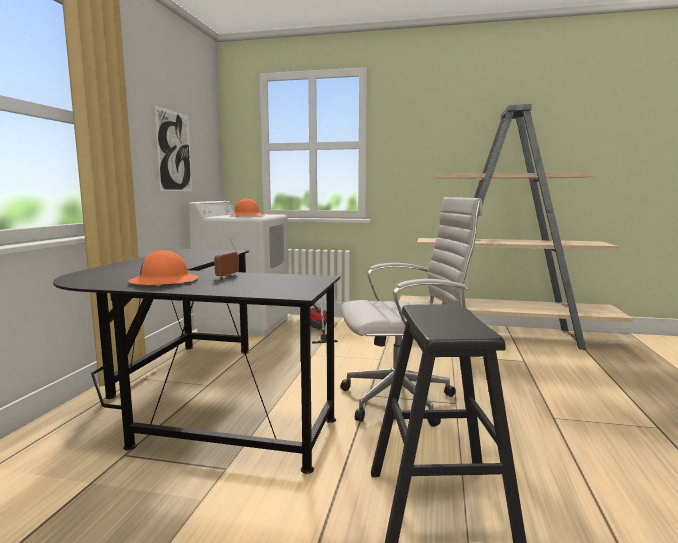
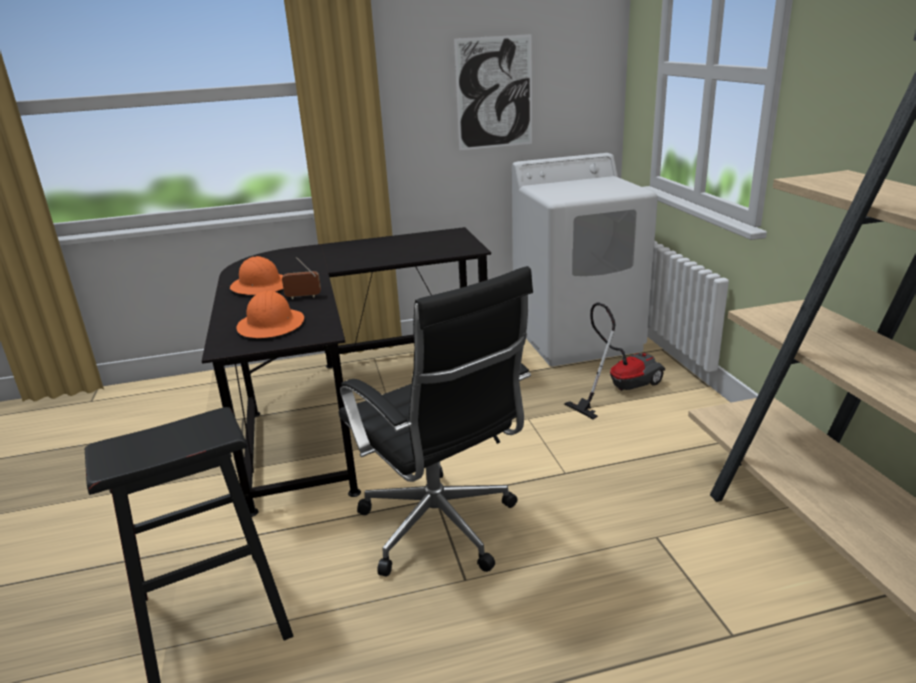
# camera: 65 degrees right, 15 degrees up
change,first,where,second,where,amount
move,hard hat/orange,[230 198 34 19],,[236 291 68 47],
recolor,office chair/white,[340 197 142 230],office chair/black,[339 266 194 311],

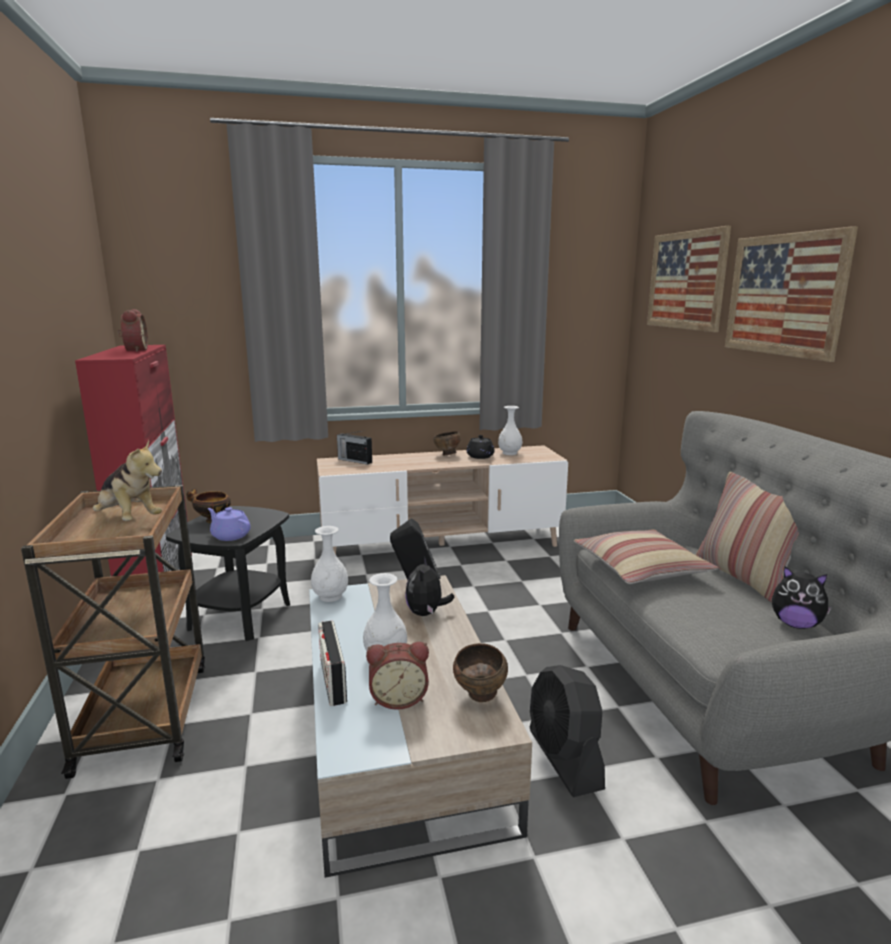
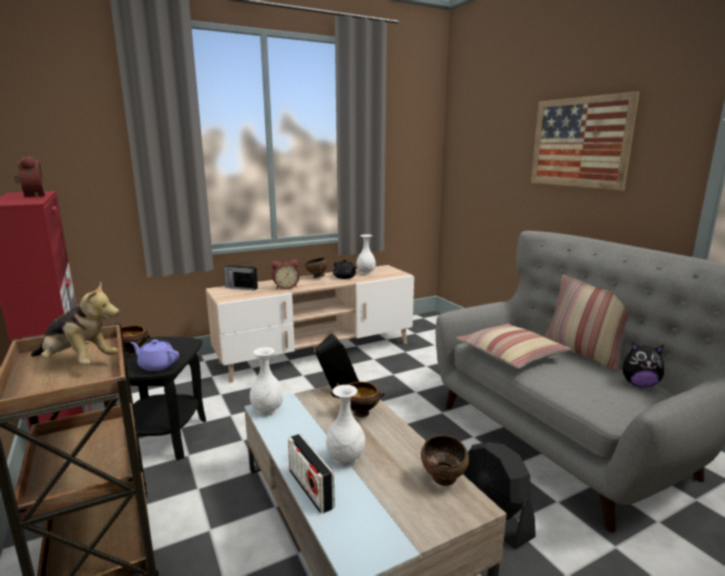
# camera: 15 degrees left, 0 degrees up
change,first,where,second,where,amount
delete,picture,[647 226 84 106],,,
move,alarm clock,[366 642 63 68],,[271 259 28 30],
replace,plush toy,[405 556 50 60],bowl,[331 382 54 36],

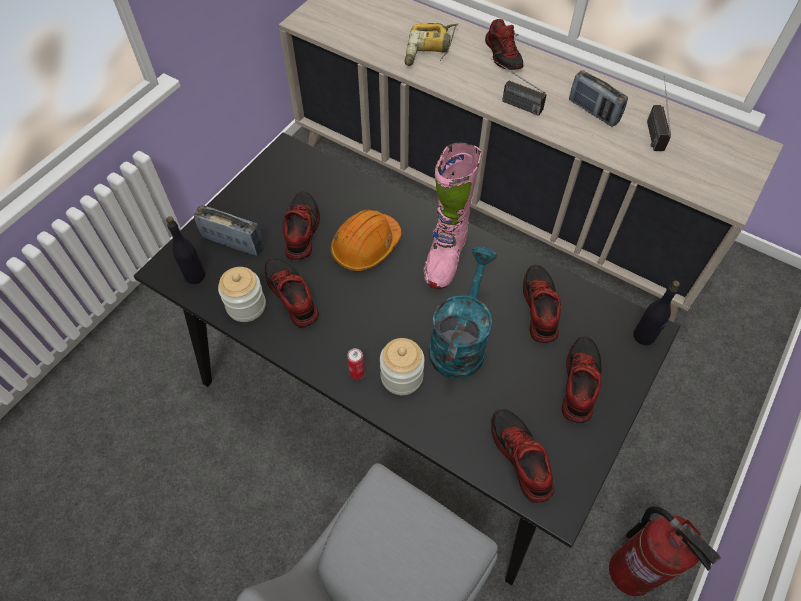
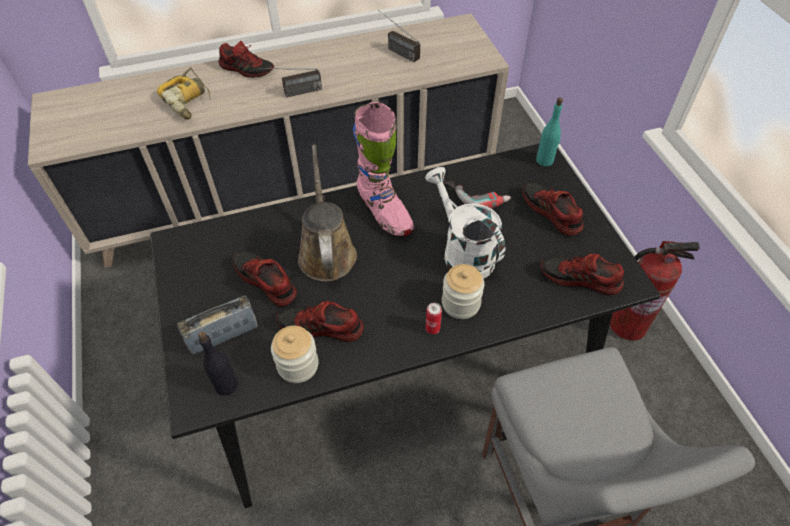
# camera: 50 degrees left, 5 degrees down
change,first,where,second,where,amount
delete,radio,[569 70 59 57],,,
replace,hard hat/orange,[331 209 71 62],watering can/brown,[298 145 59 137],
replace,shoe,[523 264 38 79],power drill,[443 180 68 28],
recolor,watering can/turquoise,[429 247 68 132],watering can/white,[425 167 80 112],
recolor,bottle/black,[633 281 47 64],bottle/turquoise,[536 97 27 69],

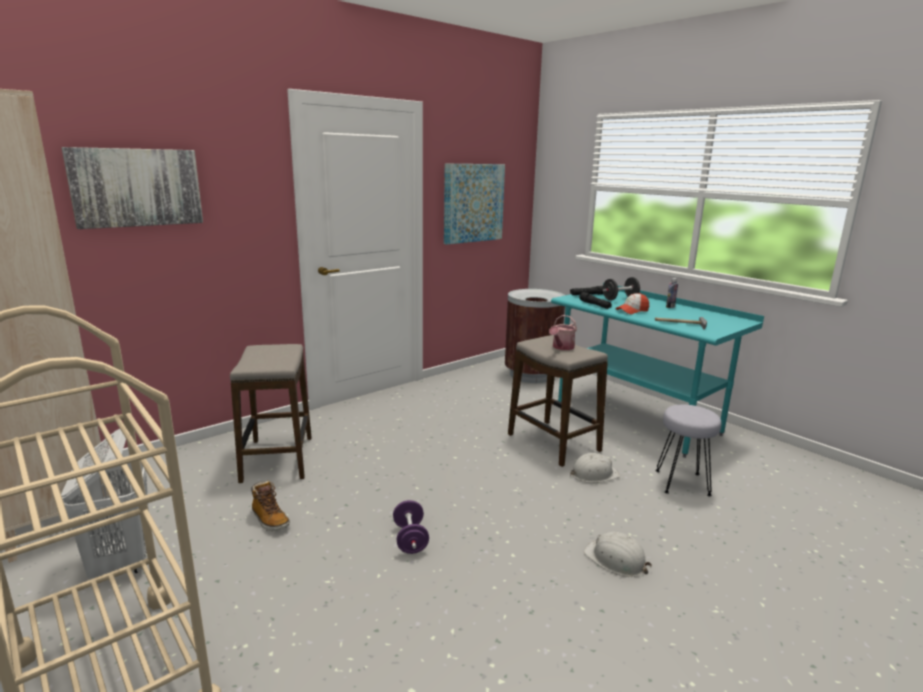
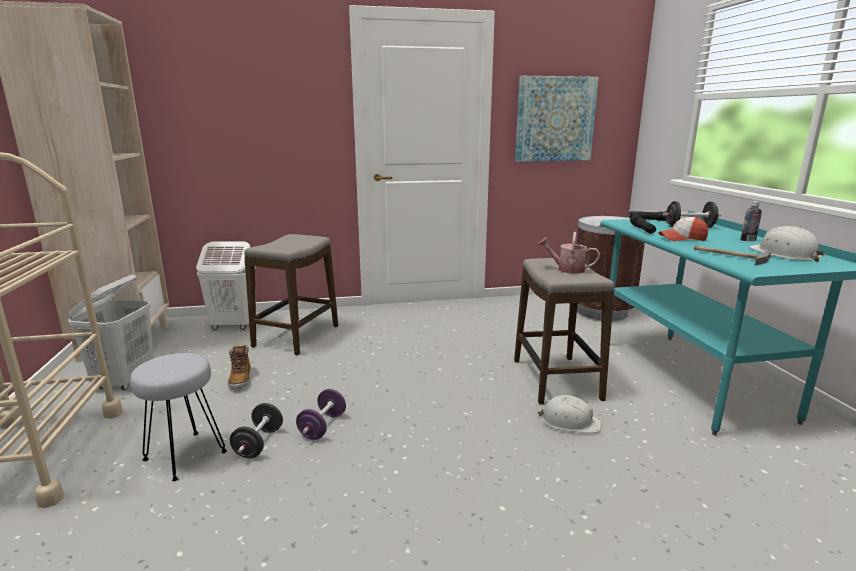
# camera: 30 degrees right, 0 degrees up
change,first,where,second,where,amount
delete,picture,[62 147 141 82],,,
insert,,,laundry basket/white,[196 241 60 89],
insert,,,dumbbell/black,[230 403 53 55],
move,hard hat/white,[584 532 68 45],,[749 226 76 36],
move,stool/grey,[656 405 65 91],,[130 353 97 128],
rotate,watering can,[549 315 28 35],,[537 232 63 42],45 degrees clockwise

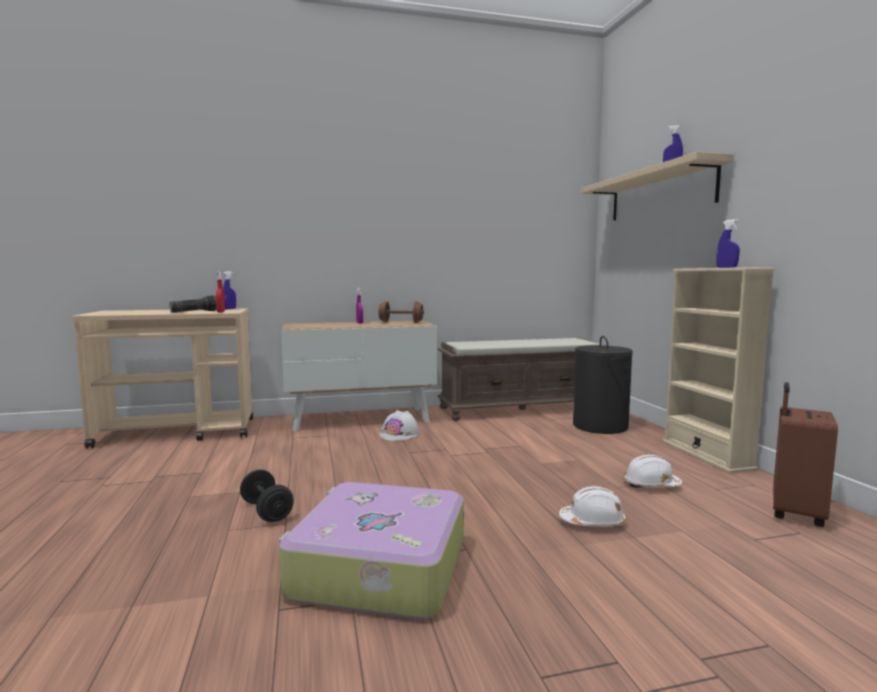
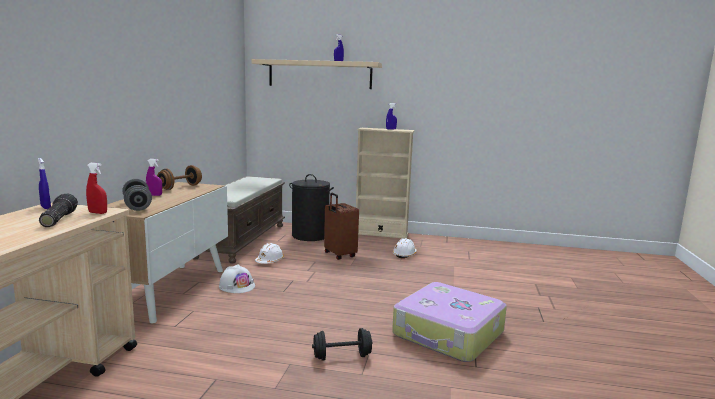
# camera: 65 degrees left, 5 degrees up
change,first,where,second,where,amount
insert,,,dumbbell/grey,[122 179 30 32],
move,hard hat/white,[559 486 68 41],,[255 243 29 21],
move,suitcase/brown,[773 382 65 145],,[324 193 35 67],

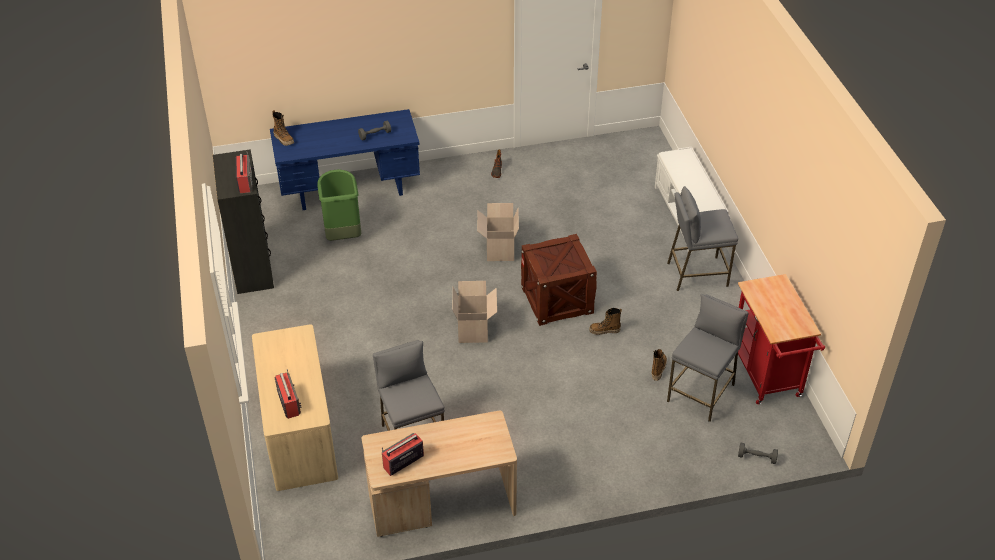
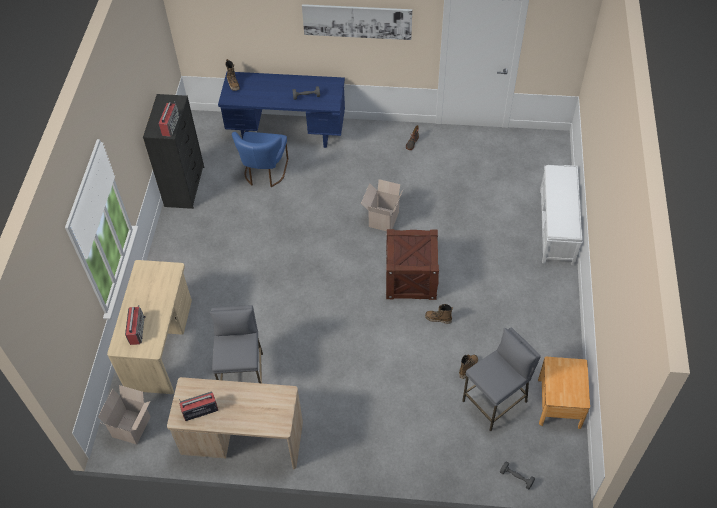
# camera: 20 degrees right, 10 degrees up
change,first,where,second,where,amount
delete,stool/grey,[667 186 71 105],,,
insert,,,picture,[302 4 110 36],
move,cardboard box,[453 281 44 62],,[98 385 53 59],
replace,trash can/green,[317 169 44 72],chair/blue,[232 132 56 55],
replace,cart/red,[738 274 87 131],nightstand/brown,[538 357 52 72],

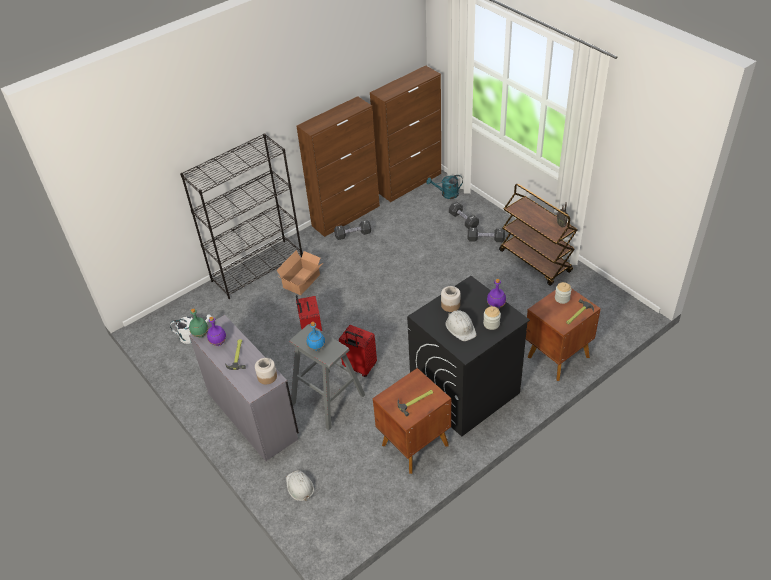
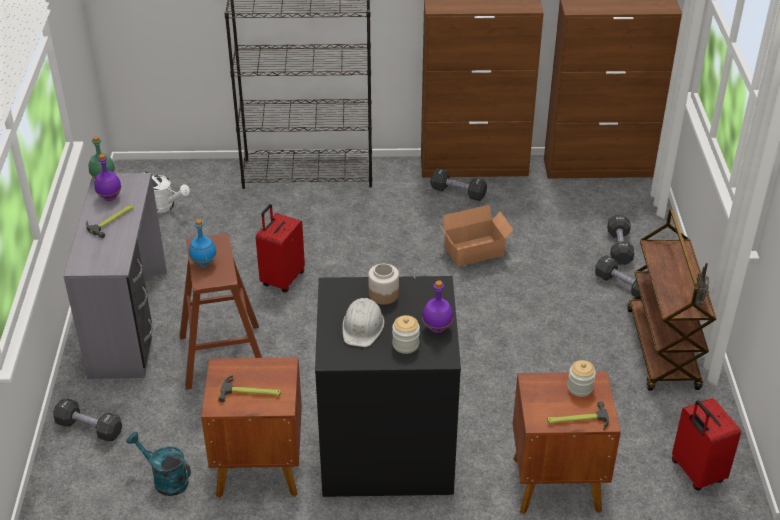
# camera: 35 degrees right, 5 degrees down
change,first,where,second,where,amount
delete,jar,[255 358 22 26],,,
move,cardboard box,[277 250 46 45],,[440 205 73 62],
move,suitcase/red,[339 325 38 52],,[672 398 69 93],
move,watering can/turquoise,[427 175 36 24],,[126 432 65 64],
replace,hard hat/white,[286 470 28 31],dumbbell/black,[53 399 69 42],
recolor,stool/grey,[289 324 76 106],stool/brown,[179 234 83 156],

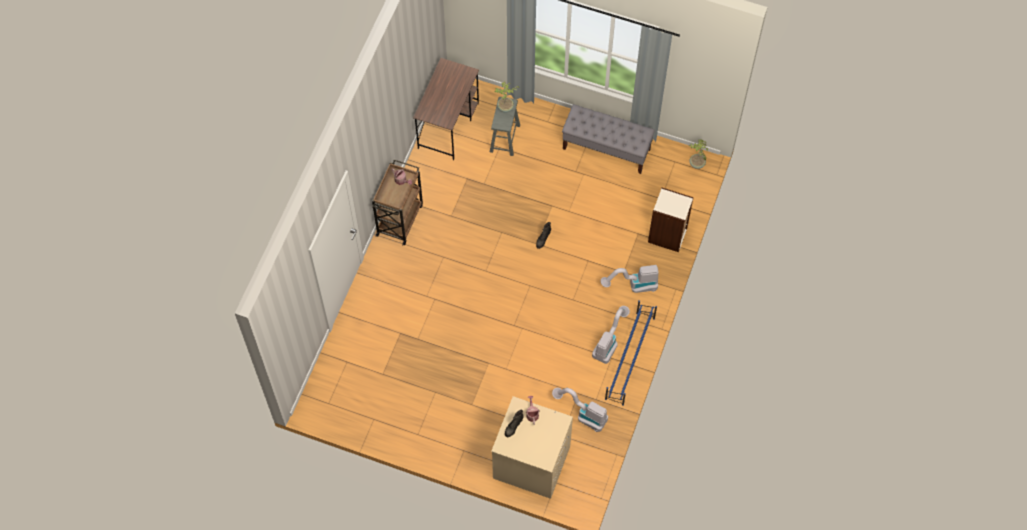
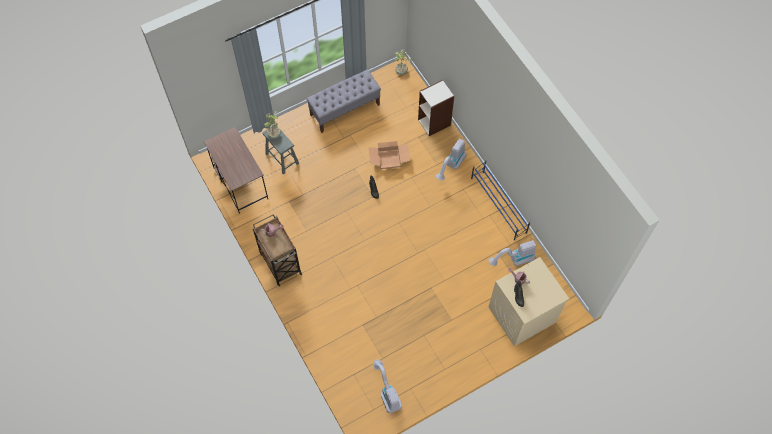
# camera: 50 degrees left, 0 degrees up
change,first,where,second,where,amount
insert,,,cardboard box,[368 141 42 28],
move,vacuum cleaner,[592 306 38 58],,[373 360 29 53],

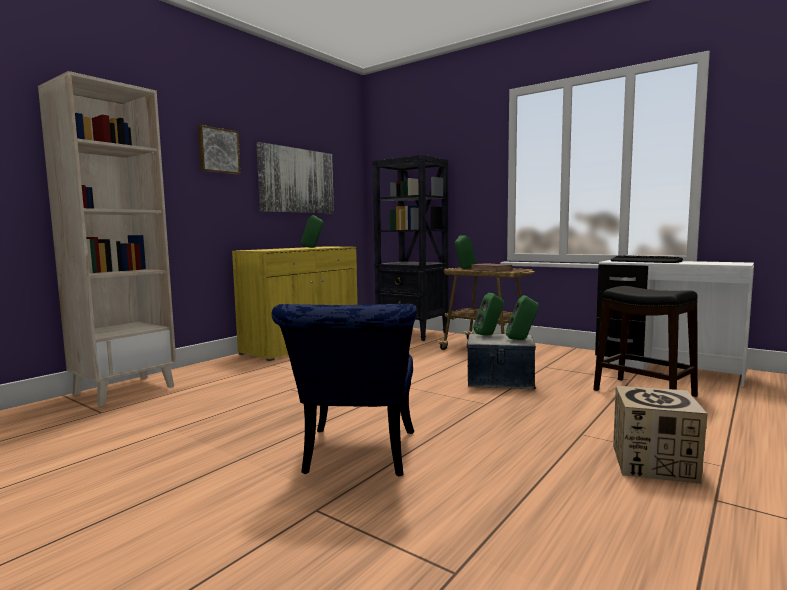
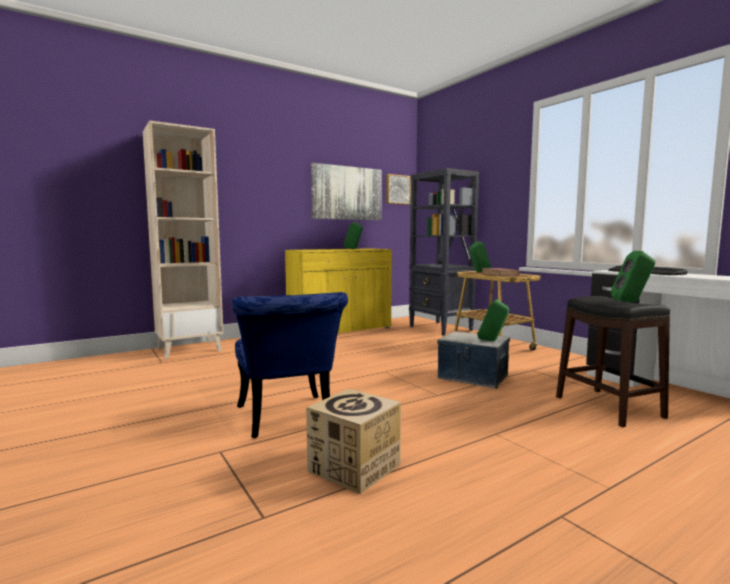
# camera: 20 degrees right, 0 degrees up
change,first,where,second,where,amount
move,picture,[198 125 43 49],,[386 174 25 31],
move,speaker/green,[473 293 31 43],,[610 251 45 51],
move,cardboard box,[613 386 95 98],,[306 388 95 106],
rotate,chair/blue,[271 304 146 173],,[232 292 116 146],45 degrees counterclockwise

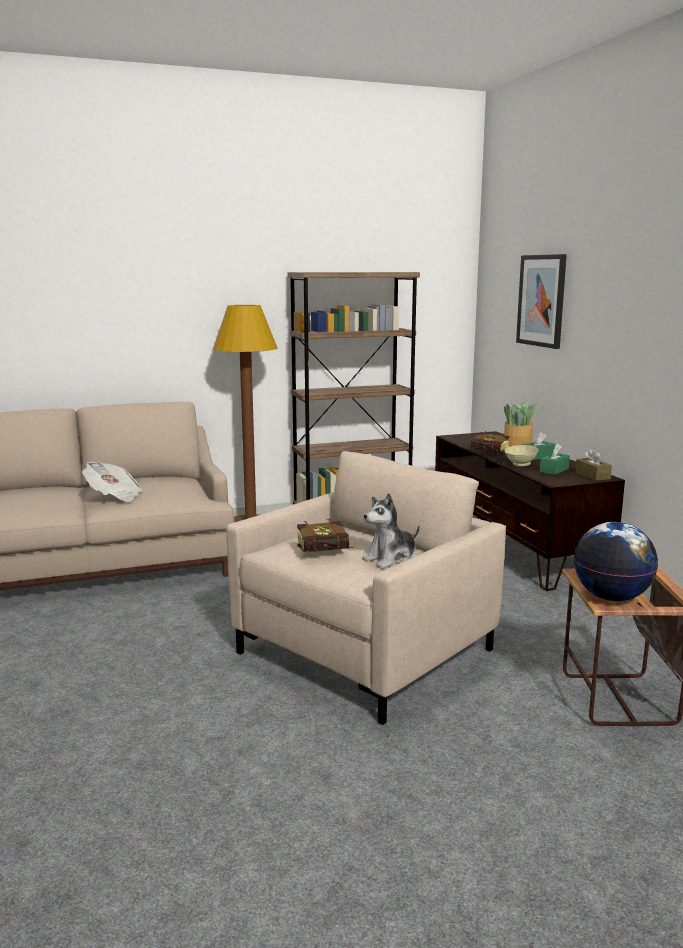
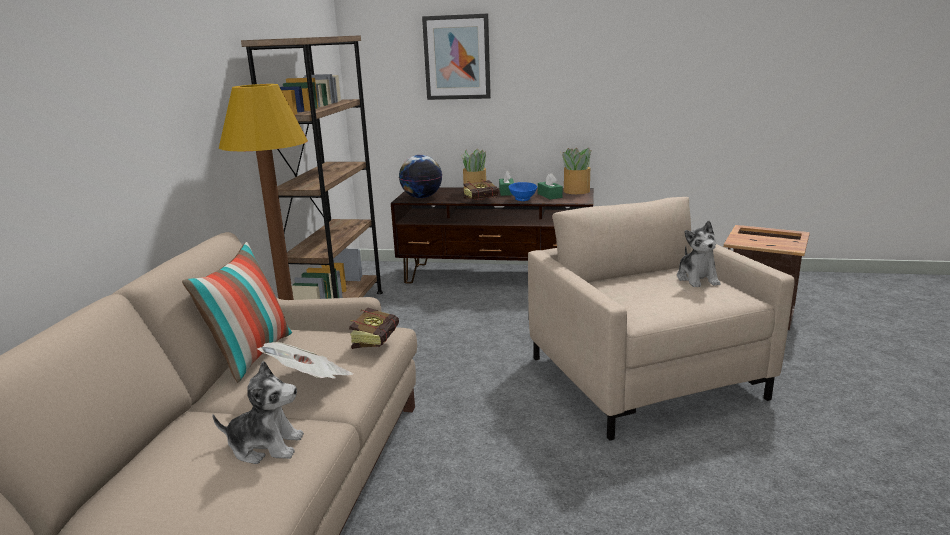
# camera: 60 degrees left, 5 degrees up
change,first,where,second,where,amount
insert,,,pillow,[182 242 110 140],
insert,,,plush toy,[212 361 92 103],
move,book,[297 519 57 33],,[349 307 50 42],
move,globe,[574 522 84 79],,[399 155 43 43],
replace,tissue box/brown,[575 448 37 33],potted plant,[561 148 31 46],
recolor,bowl/beige,[504 445 35 22],bowl/blue,[509 182 28 19],

